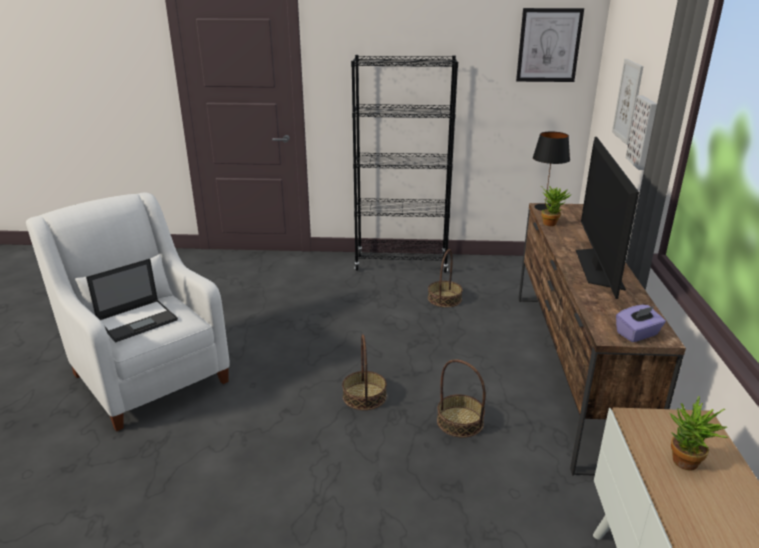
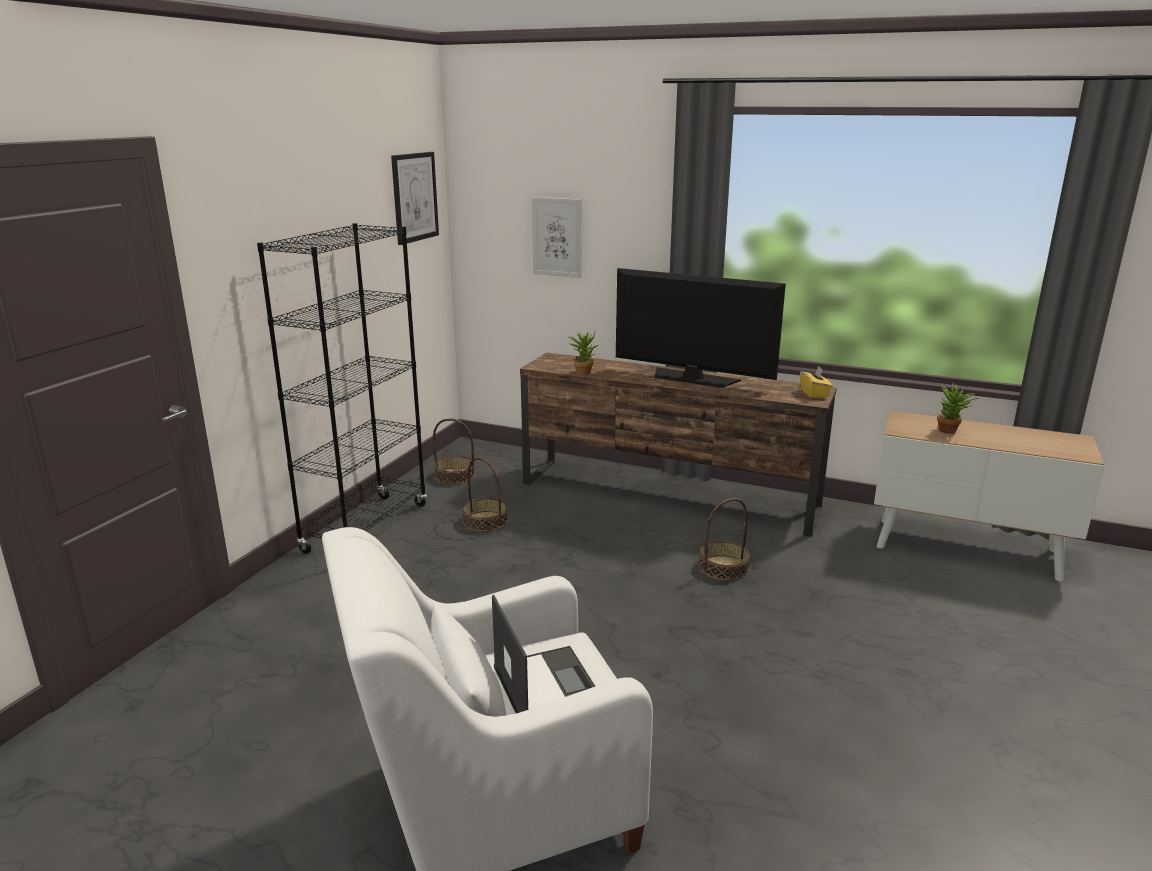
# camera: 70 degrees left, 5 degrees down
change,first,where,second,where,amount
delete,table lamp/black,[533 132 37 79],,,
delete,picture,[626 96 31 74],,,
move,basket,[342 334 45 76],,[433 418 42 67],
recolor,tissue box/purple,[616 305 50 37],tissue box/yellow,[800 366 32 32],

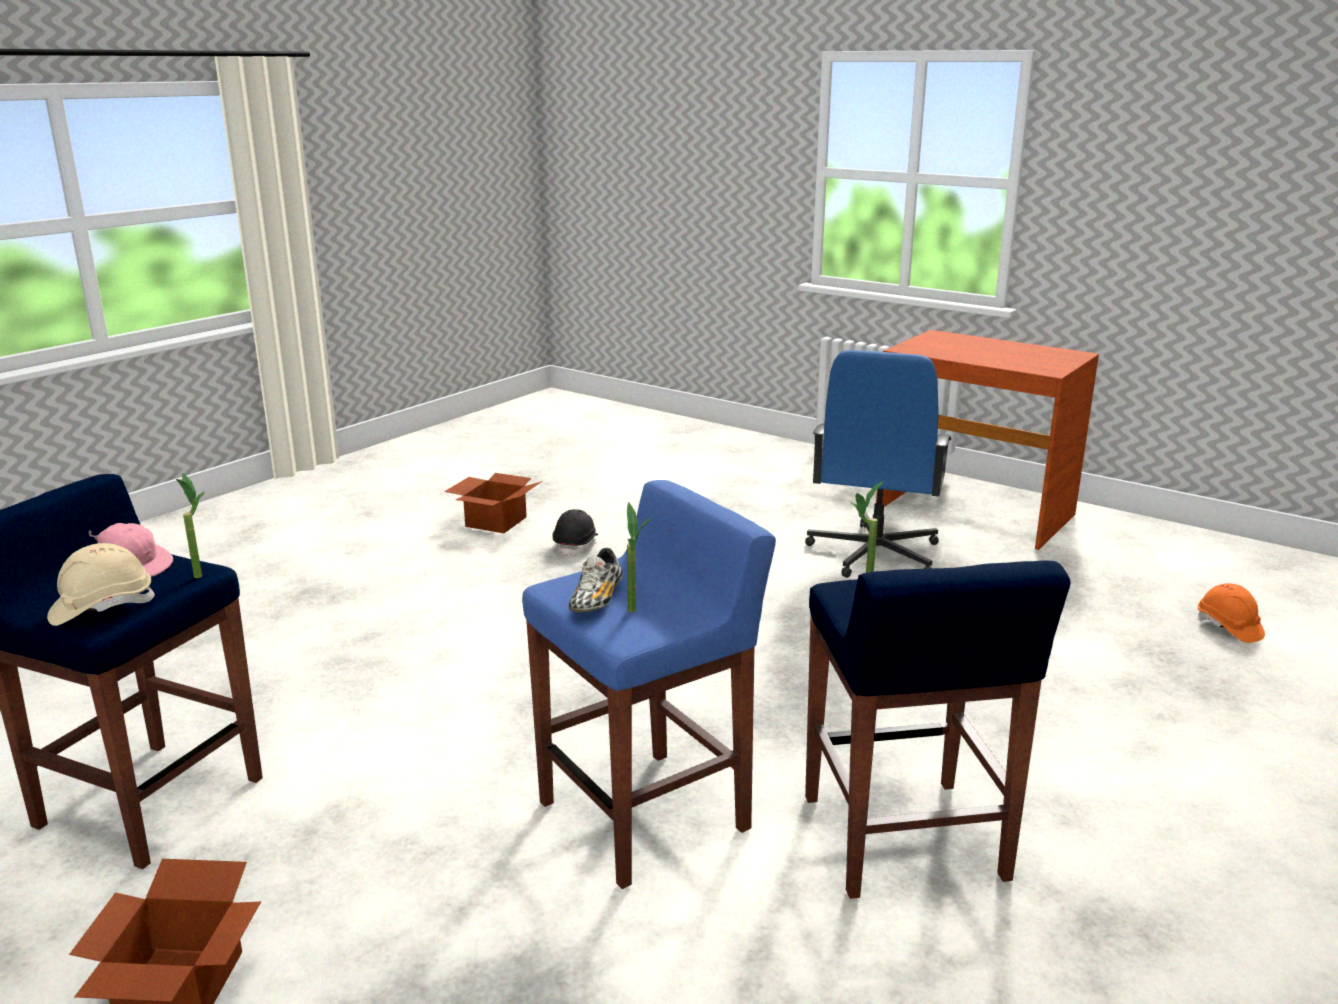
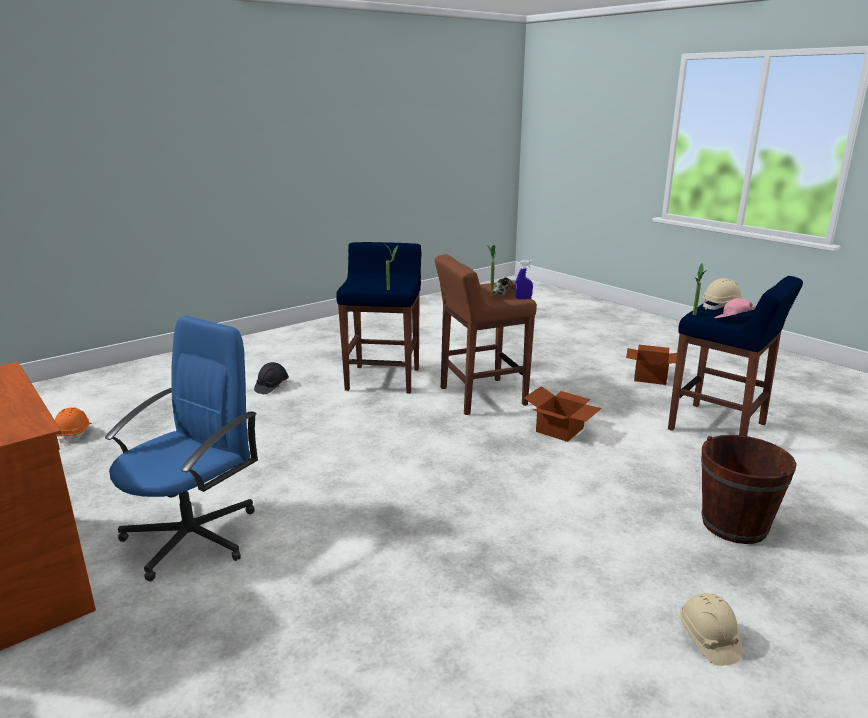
# camera: 165 degrees left, 0 degrees up
change,first,where,second,where,amount
insert,,,spray bottle/blue,[515 260 18 40],
insert,,,hard hat/beige,[679 593 64 73],
insert,,,bucket/brown,[701 435 96 109],
move,cardboard box,[444 473 98 60],,[524 386 78 56],
move,hard hat/black,[552 509 46 48],,[254 362 35 32],
recolor,stool/blue,[522 480 254 409],stool/brown,[435 254 102 161],

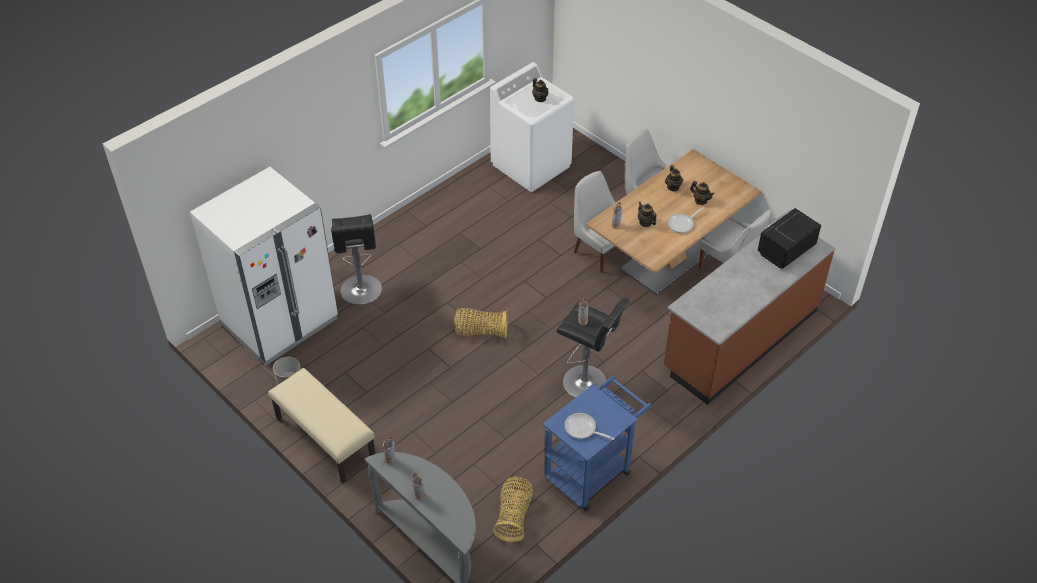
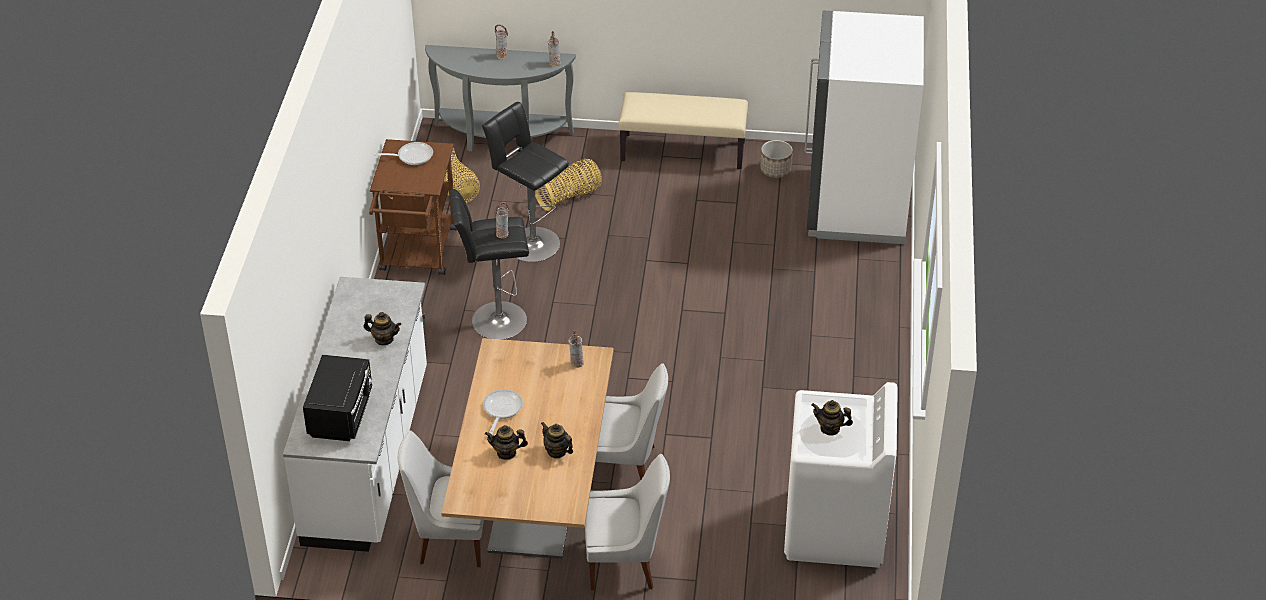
# camera: 140 degrees right, 5 degrees down
change,first,where,second,where,amount
move,stool/black,[331 214 51 91],,[482 102 87 160],
move,basket,[454 308 54 31],,[535 159 67 52],
move,teapot,[638 202 19 25],,[364 312 37 33],
recolor,cart/blue,[542 375 109 136],cart/brown,[369 139 88 136],
recolor,counter/brown,[664 235 171 170],counter/white,[283 277 144 275],

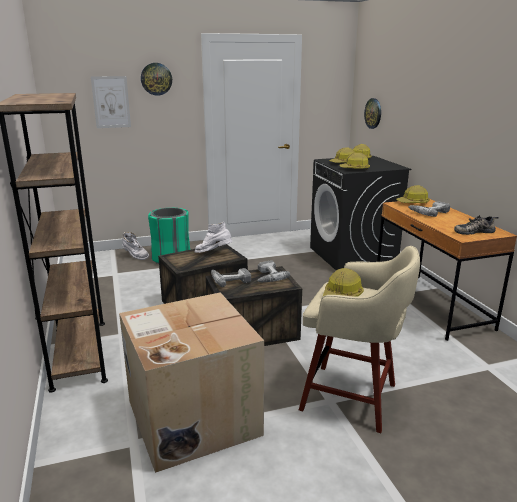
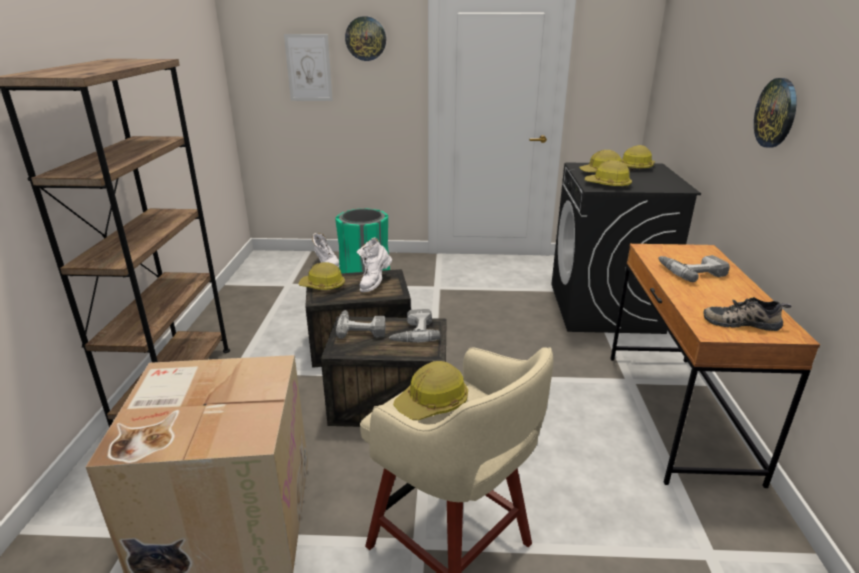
# camera: 20 degrees right, 5 degrees up
change,first,where,second,where,amount
move,wall clock,[364 98 17 31],,[754 78 43 69],
move,hard hat,[396 185 34 18],,[298 262 47 28],
rotate,boot/white,[194 222 39 31],,[357 237 35 55],90 degrees counterclockwise

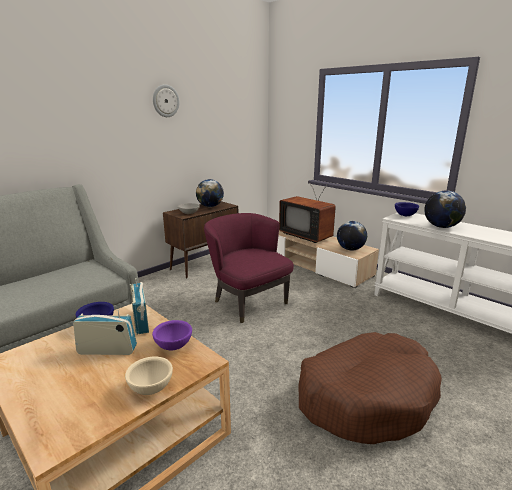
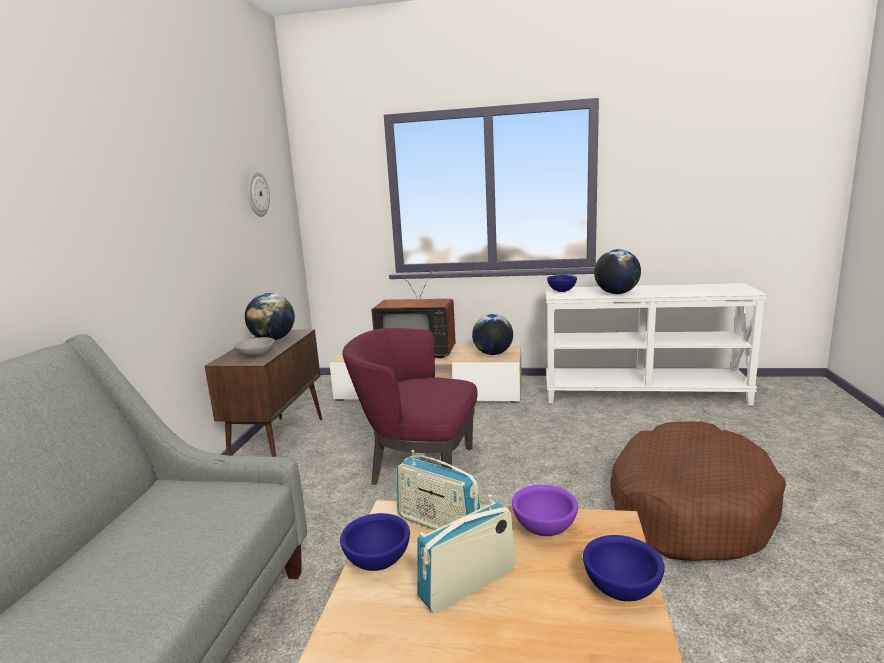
# camera: 35 degrees left, 5 degrees down
change,first,where,second,where,amount
move,wall clock,[153 84 27 33],,[248 171 22 46],
recolor,bowl/beige,[125 356 48 39],bowl/blue,[583 535 82 66],

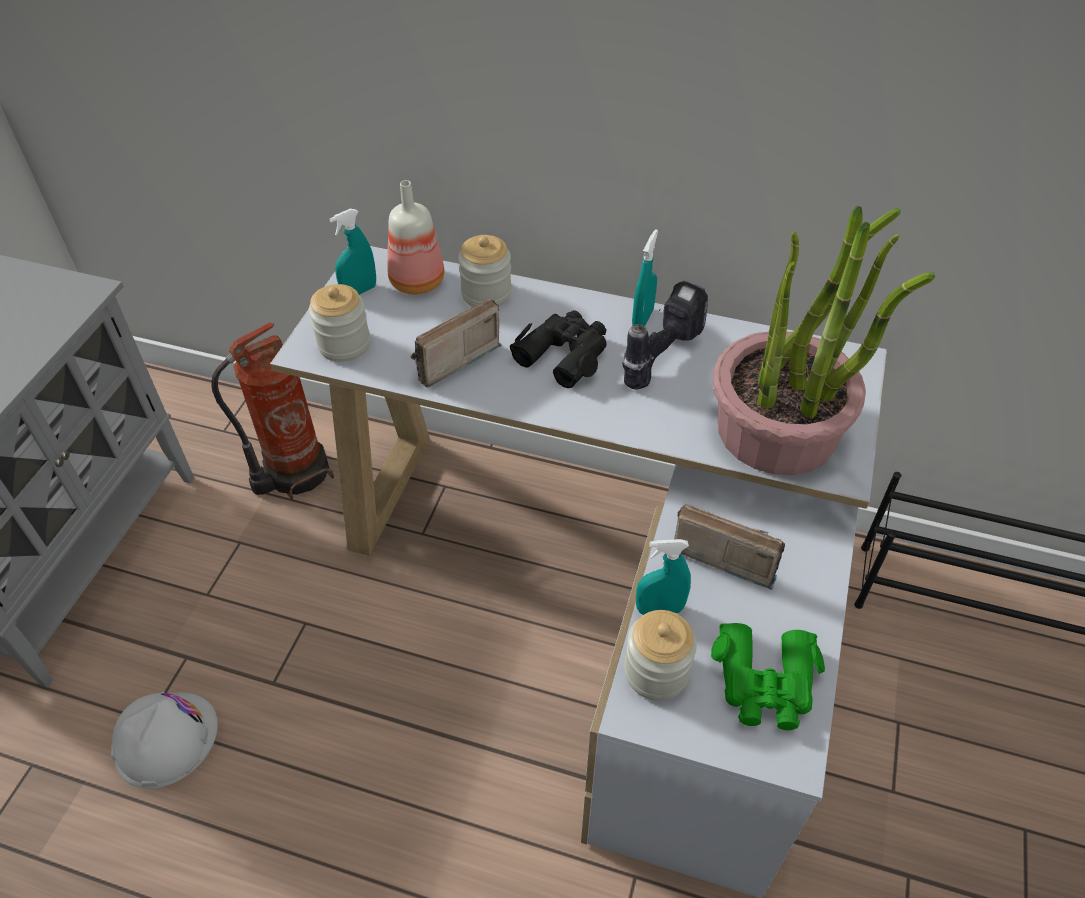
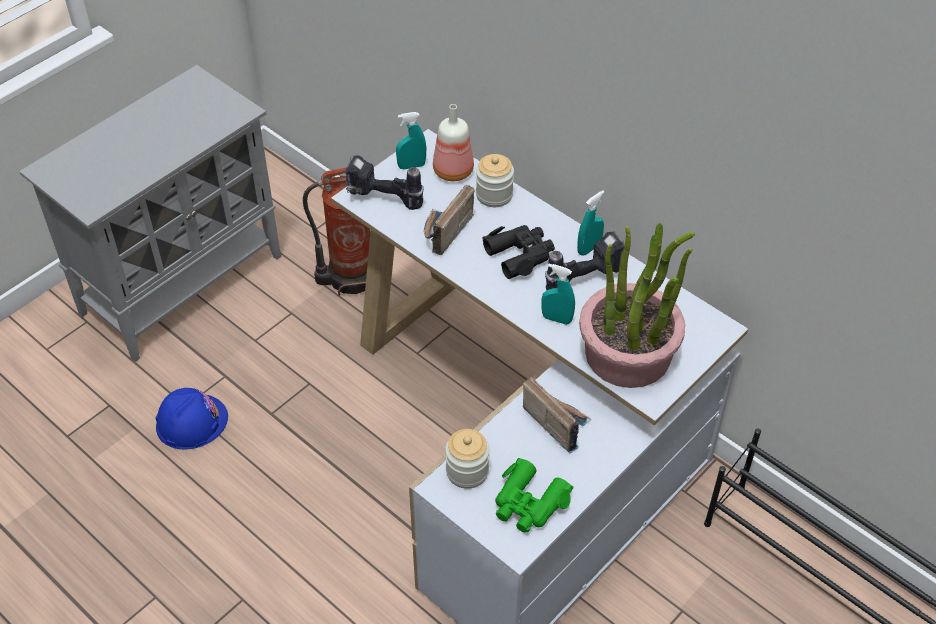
# camera: 25 degrees right, 0 degrees up
change,first,where,second,where,amount
move,spray bottle/turquoise,[636 539 55 76],,[541 264 34 61],
replace,jar,[309 284 61 78],power drill,[345 155 79 55],
recolor,hard hat/white,[111 692 107 97],hard hat/blue,[156 388 72 61],
rotate,radio,[410 298 92 90],,[424 185 51 70],45 degrees counterclockwise

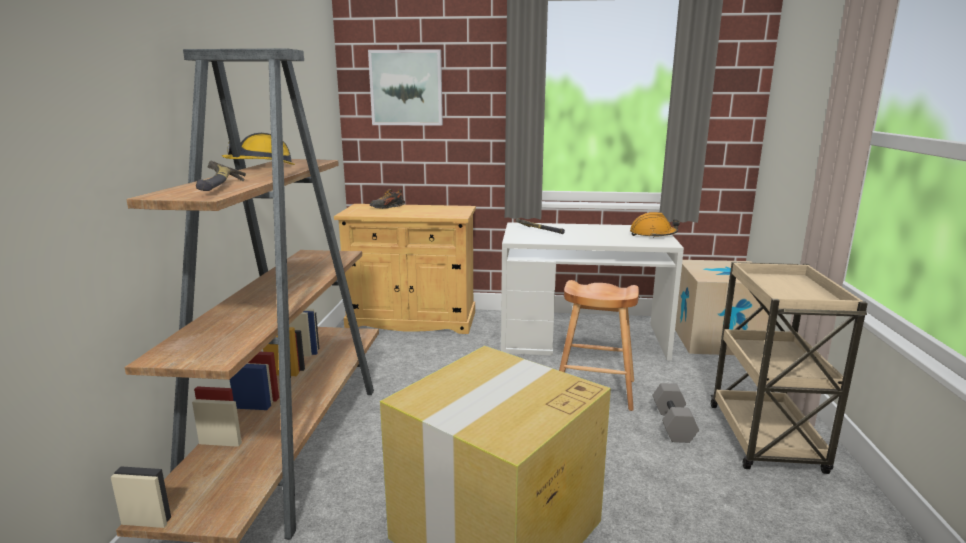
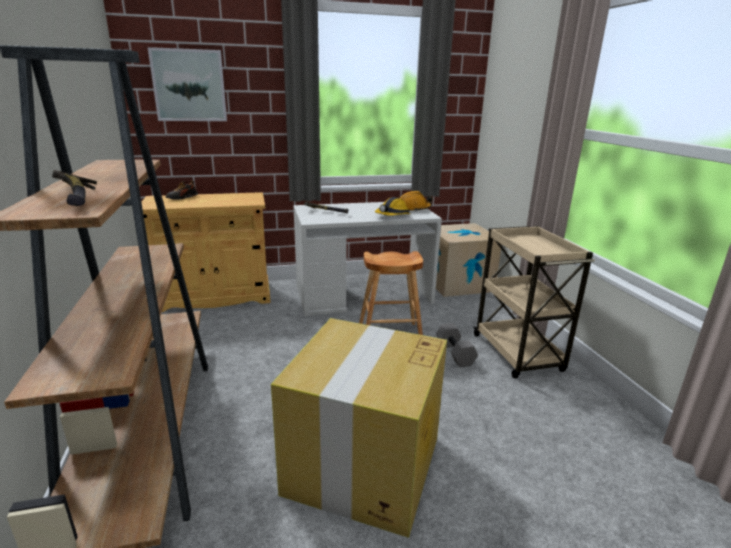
# camera: 20 degrees left, 5 degrees up
change,first,where,second,where,amount
move,hard hat,[222 133 73 32],,[375 197 35 19],

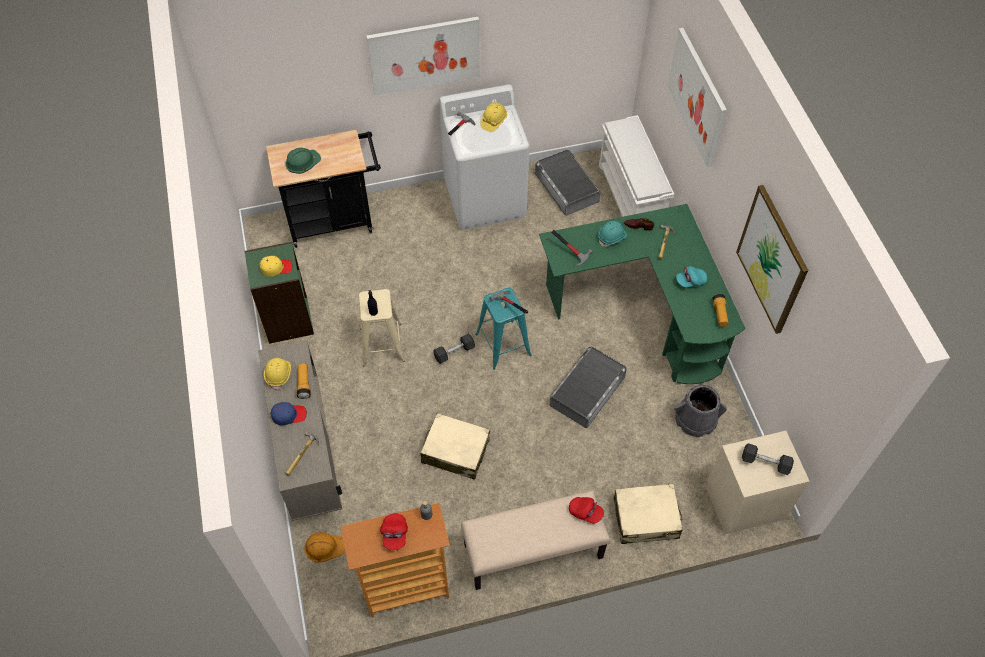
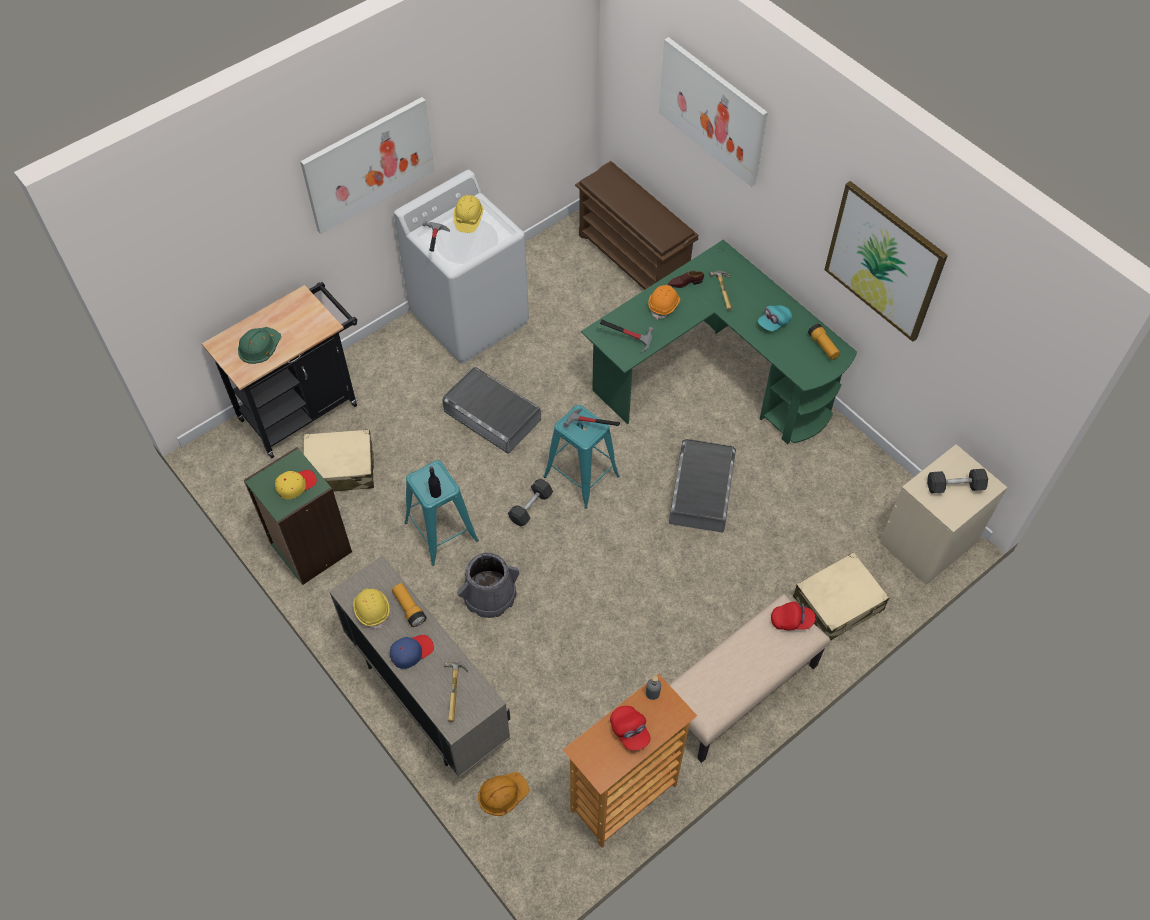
# camera: 25 degrees left, 0 degrees up
change,first,where,second,where,amount
move,suitcase/beige,[421 413 69 67],,[303 429 71 63],
move,storage box/grey,[535 149 66 67],,[442 367 99 87],
move,bucket/grey,[674 385 53 52],,[457 552 62 66],
recolor,stool/beige,[359 289 46 77],stool/turquoise,[404 460 75 106],
recolor,hard hat/turquoise,[598 221 29 26],hard hat/orange,[648 285 32 35],
recolor,shoe rack/white,[599 115 75 102],shoe rack/brown,[575 161 123 129],

